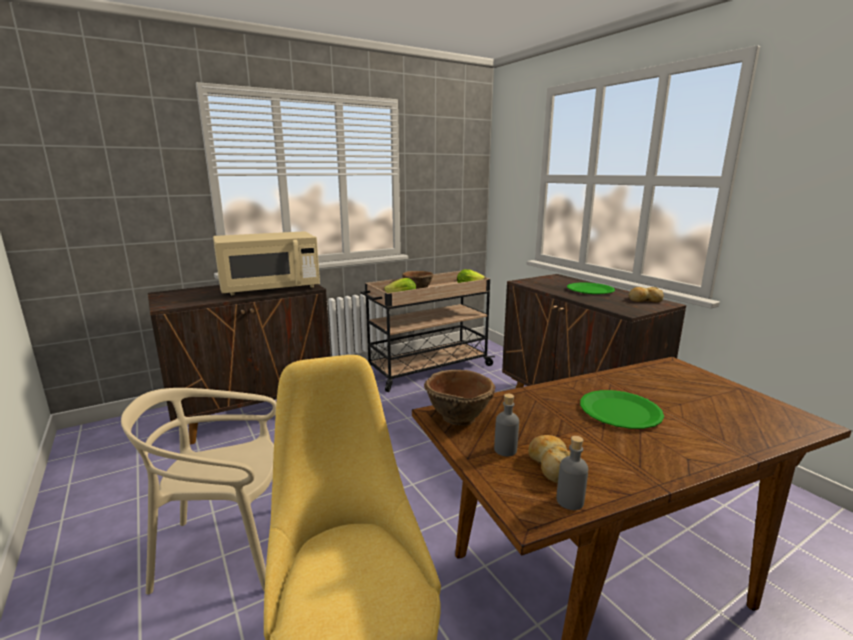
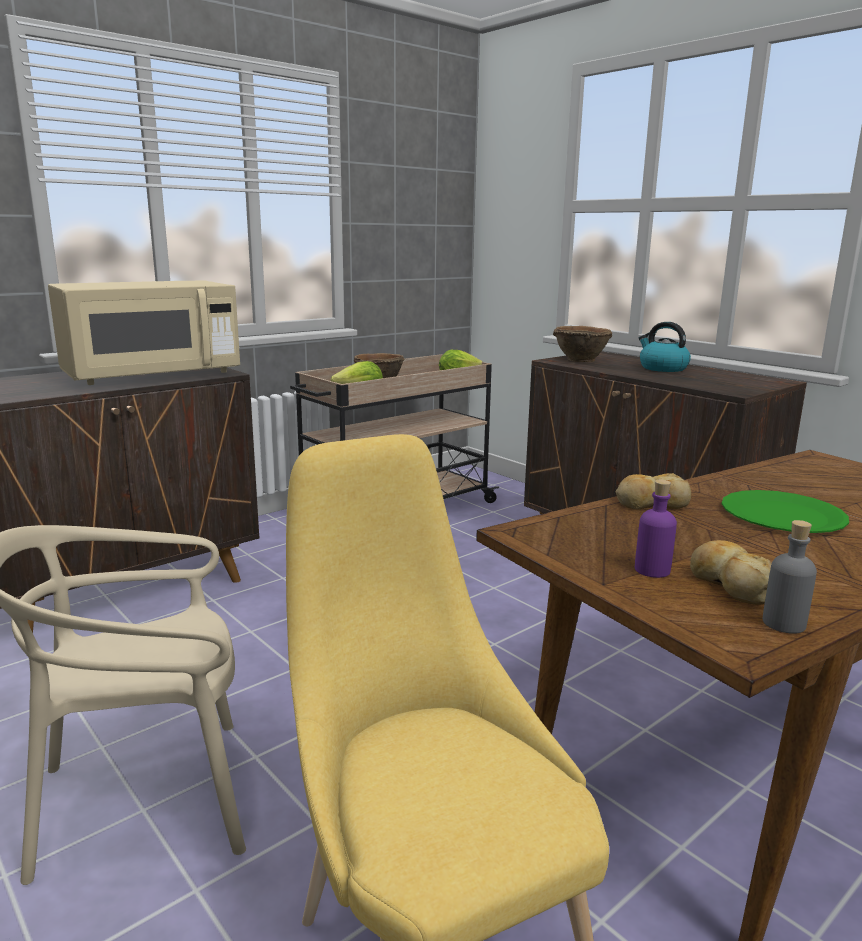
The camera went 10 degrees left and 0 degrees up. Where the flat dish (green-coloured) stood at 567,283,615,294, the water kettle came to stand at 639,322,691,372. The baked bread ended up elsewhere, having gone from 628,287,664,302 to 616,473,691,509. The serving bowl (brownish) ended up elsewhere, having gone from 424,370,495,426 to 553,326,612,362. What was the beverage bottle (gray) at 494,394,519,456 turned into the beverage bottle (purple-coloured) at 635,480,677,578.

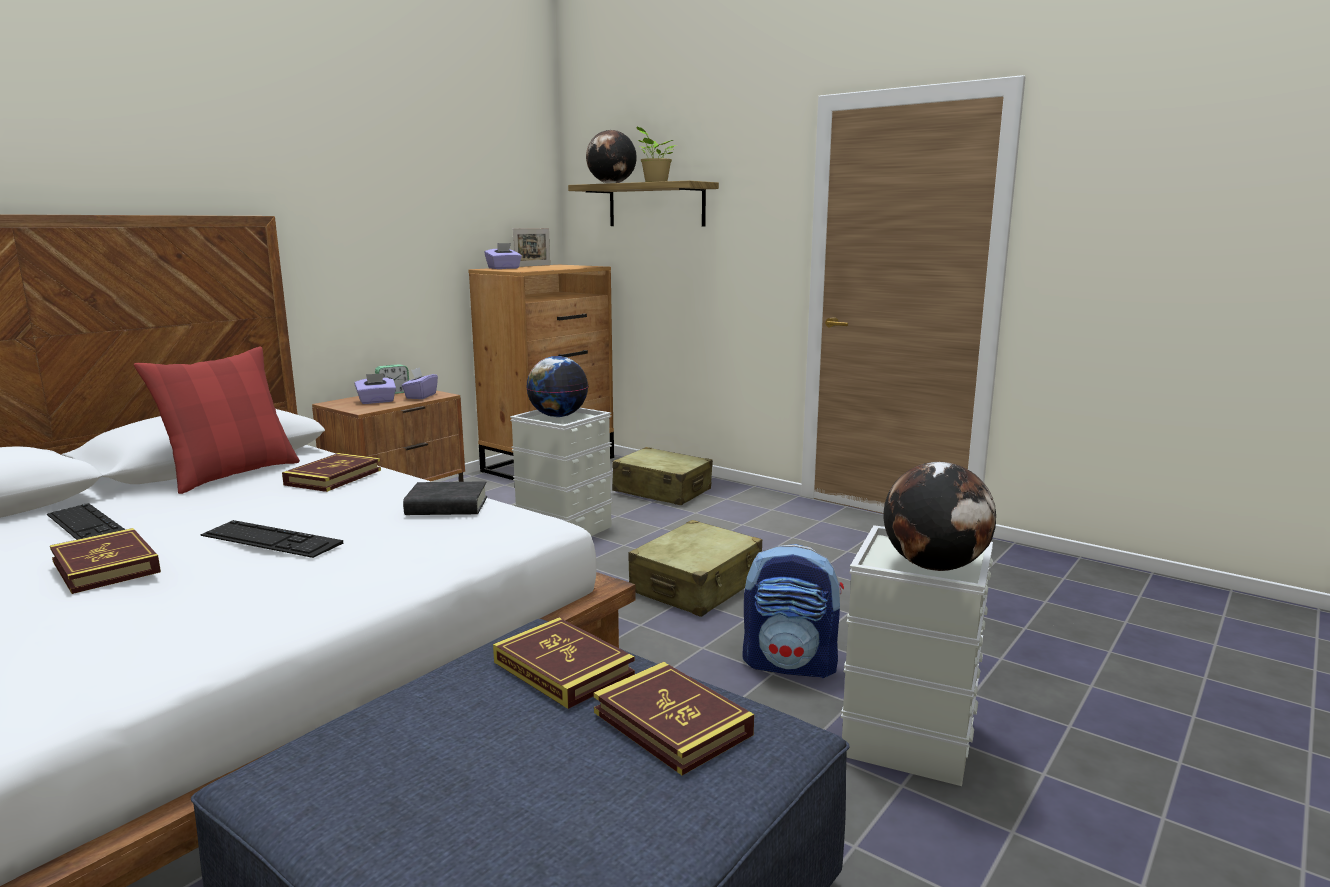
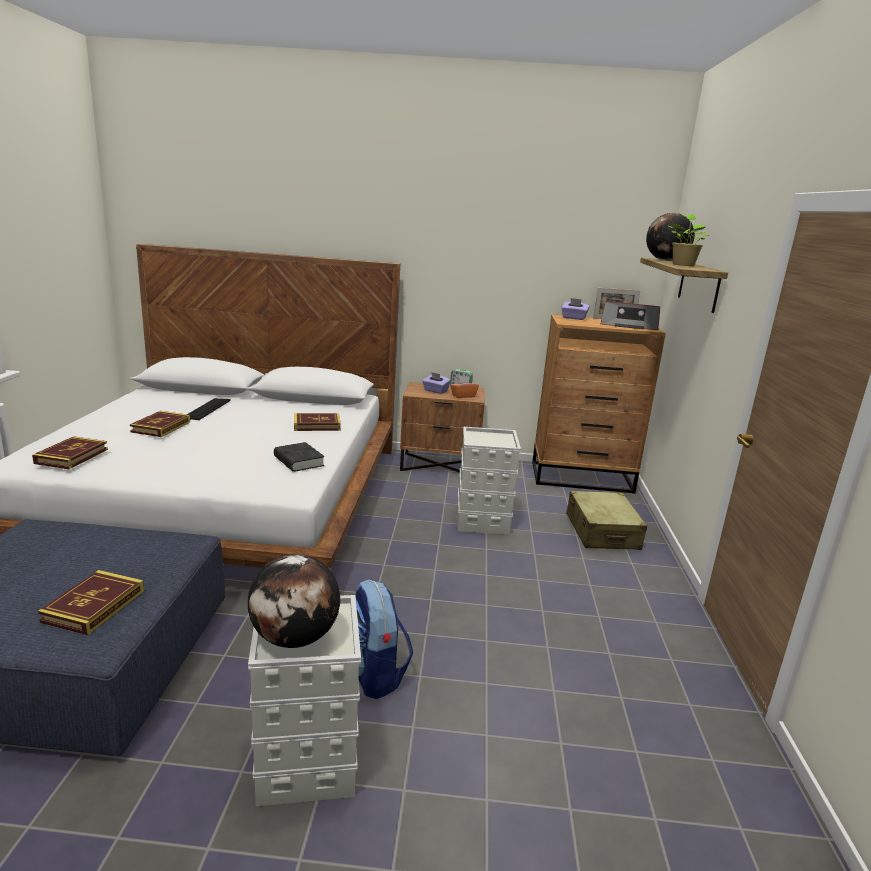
The camera went 55 degrees right and 5 degrees up. The second view lost the throw pillow (reddish) at 134,346,300,494. The second view lost the globe at 526,356,588,417. What was the tissue holder (purple-coloured) at 401,367,438,399 turned into the tissue holder (orangey) at 450,376,479,398. The second view lost the PC keyboard at 200,520,343,558. The second view lost the piece of luggage (sand-coloured) at 628,520,762,617. The volume ended up elsewhere, having gone from 493,618,635,709 to 32,436,108,469. The second view gained the radio receiver at 601,301,660,330.

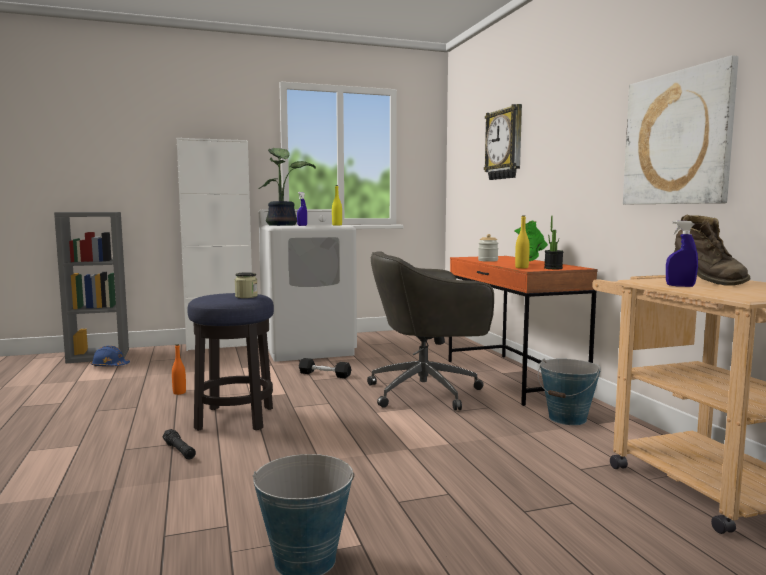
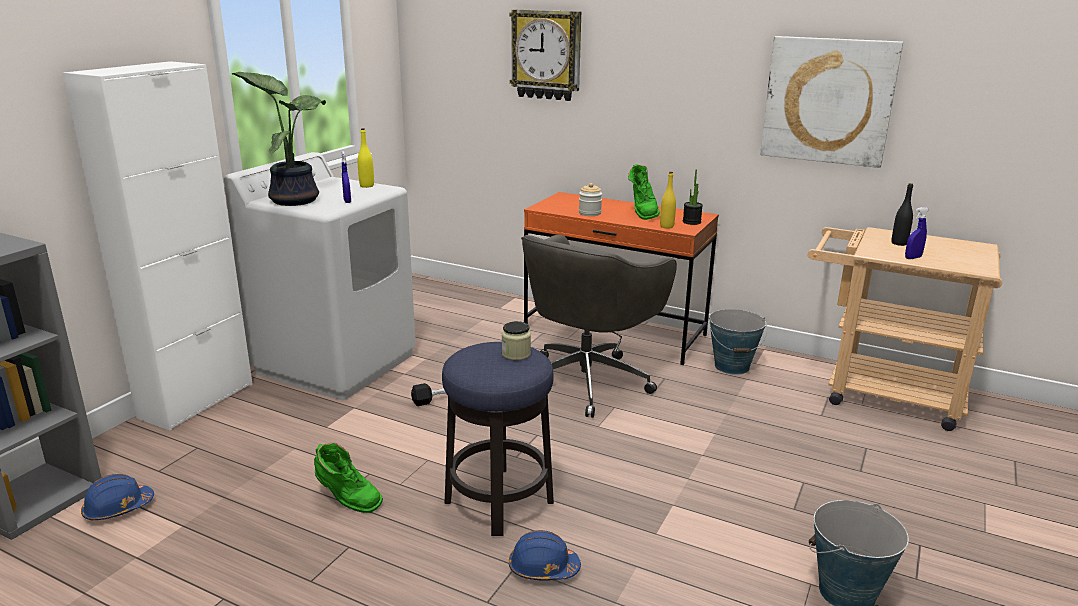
The camera went 45 degrees left and 15 degrees up. Where the high-top boot (brownish) stood at 673,214,750,285, the beverage bottle (black-coloured) came to stand at 891,183,913,246. Where the beverage bottle (orangey) stood at 172,344,186,395, the high-top boot (green-coloured) came to stand at 314,443,383,513. Where the hand torch (black-coloured) stood at 162,429,196,459, the safety helmet (blue) came to stand at 509,530,581,581.

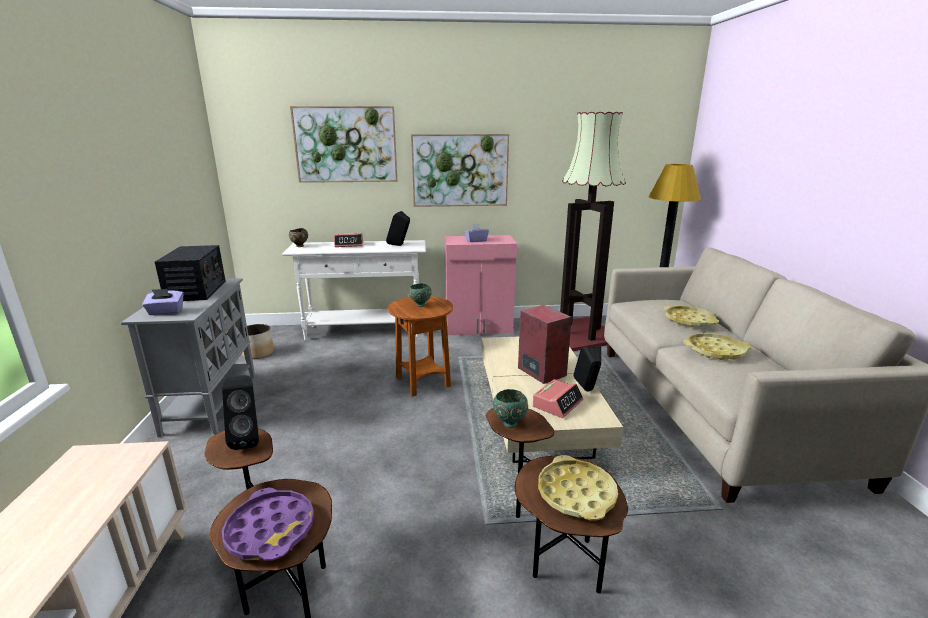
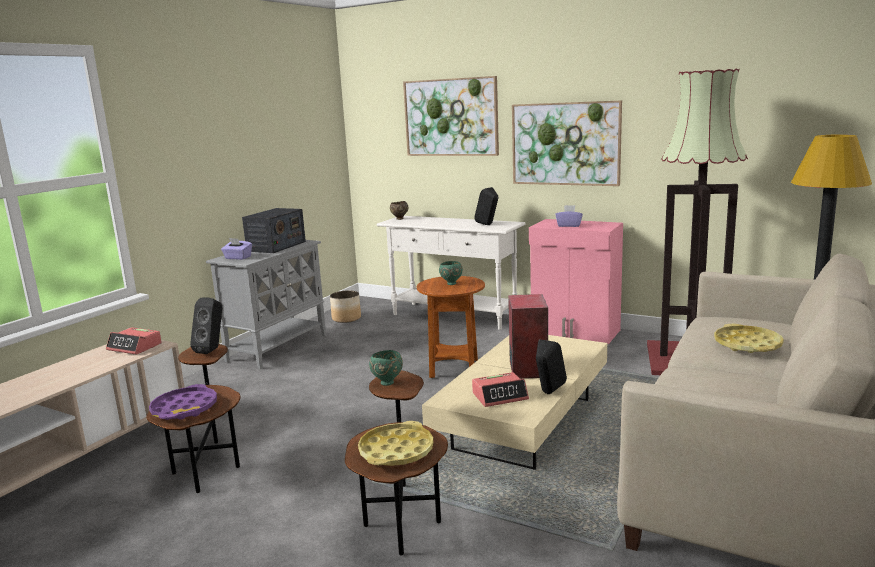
The camera went 35 degrees right and 5 degrees down. The alarm clock ended up elsewhere, having gone from 334,233,363,247 to 106,327,162,355. The second view lost the tray (yellowish) at 683,333,752,360.

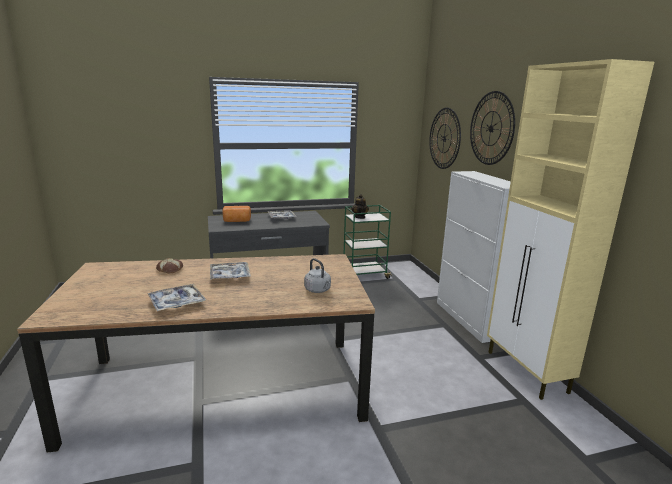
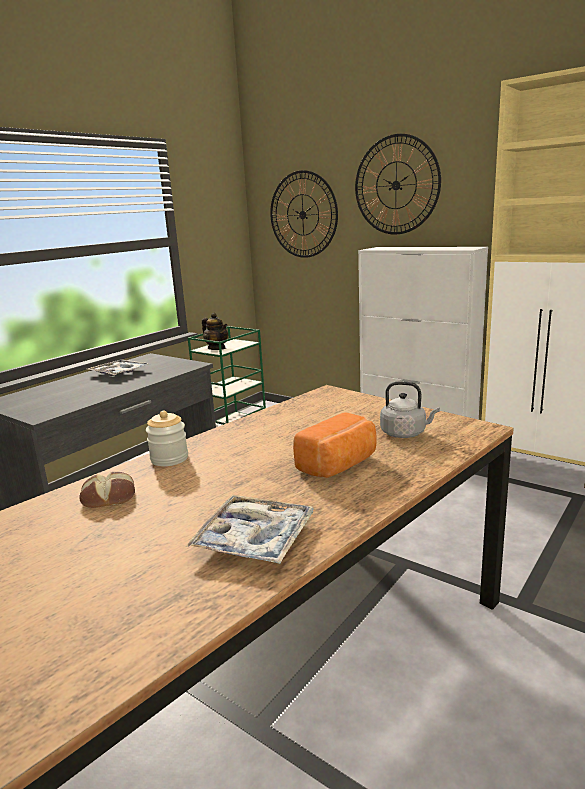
The camera went 35 degrees left and 0 degrees up. The baked bread ended up elsewhere, having gone from 223,206,251,222 to 293,412,377,478. The second view lost the tray at 210,262,251,280. The second view gained the storage jar at 146,411,188,466.

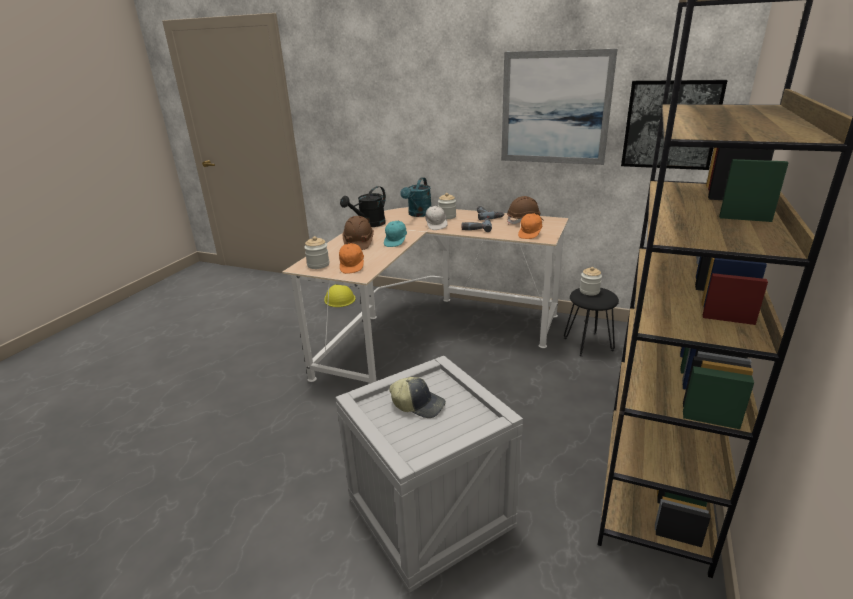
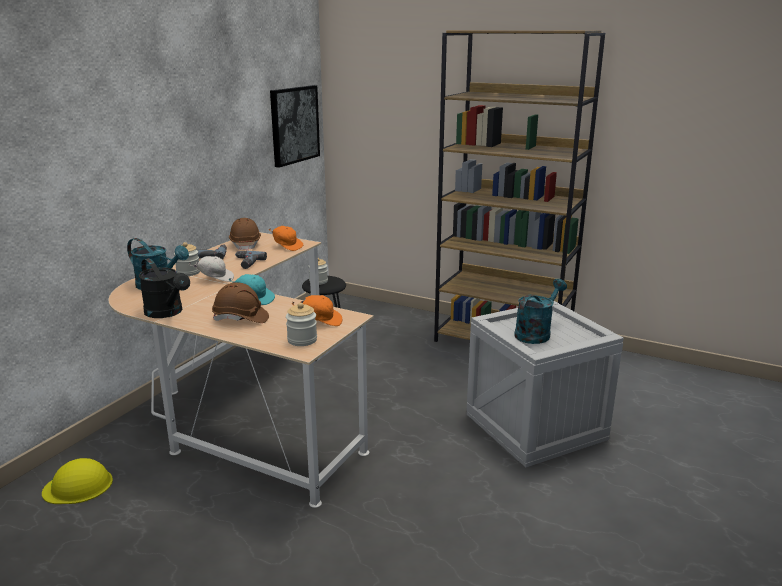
The camera went 85 degrees left and 5 degrees down. The second view lost the picture at 501,49,617,165. Where the baseball cap stood at 389,377,446,418, the sprinkling can (blue-green) came to stand at 514,279,567,344.

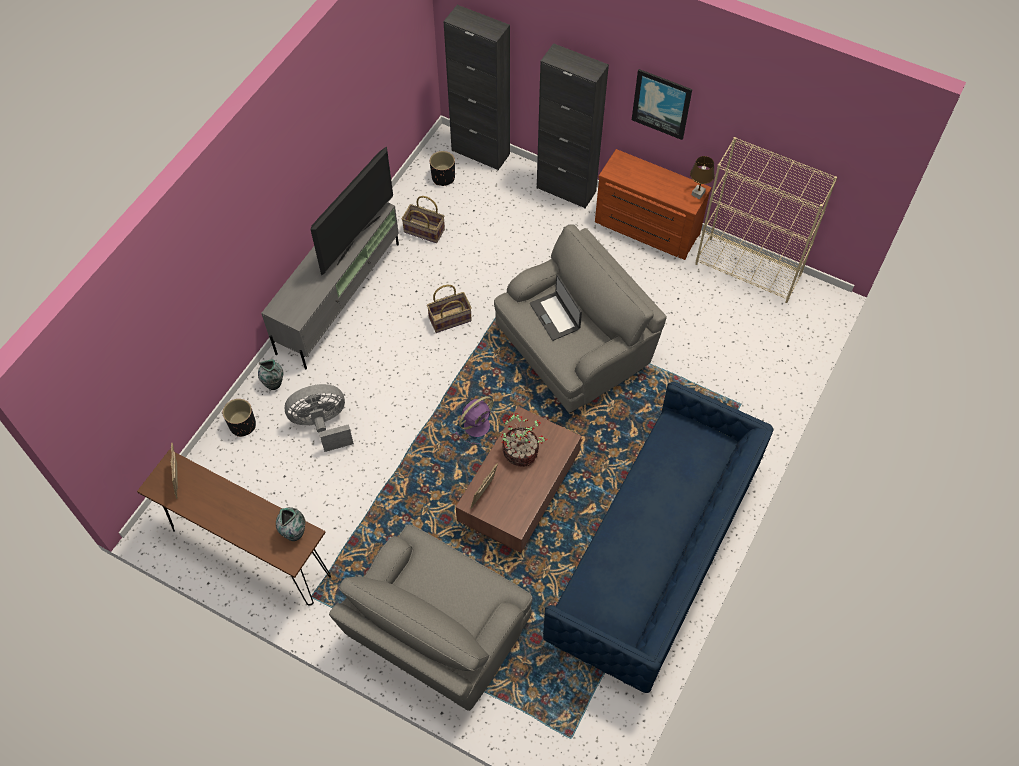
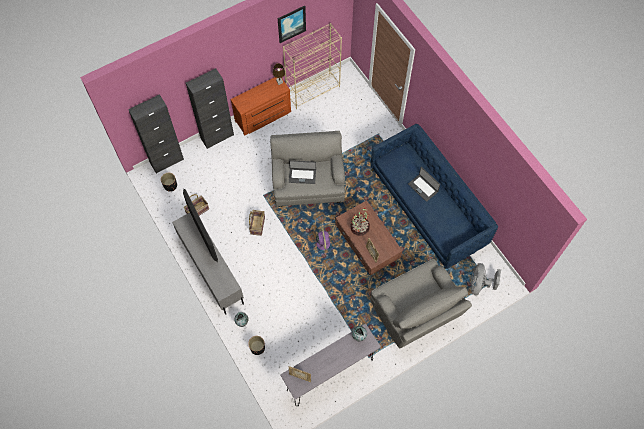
The camera went 60 degrees left and 5 degrees up. The picture ended up elsewhere, having gone from 632,69,692,140 to 278,6,306,43. The cooling fan (gray) ended up elsewhere, having gone from 285,384,354,452 to 470,263,501,295. What was the console table (brownish) at 137,449,331,606 turned into the console table (gray) at 280,324,381,406. The second view gained the laptop at 408,167,440,202.

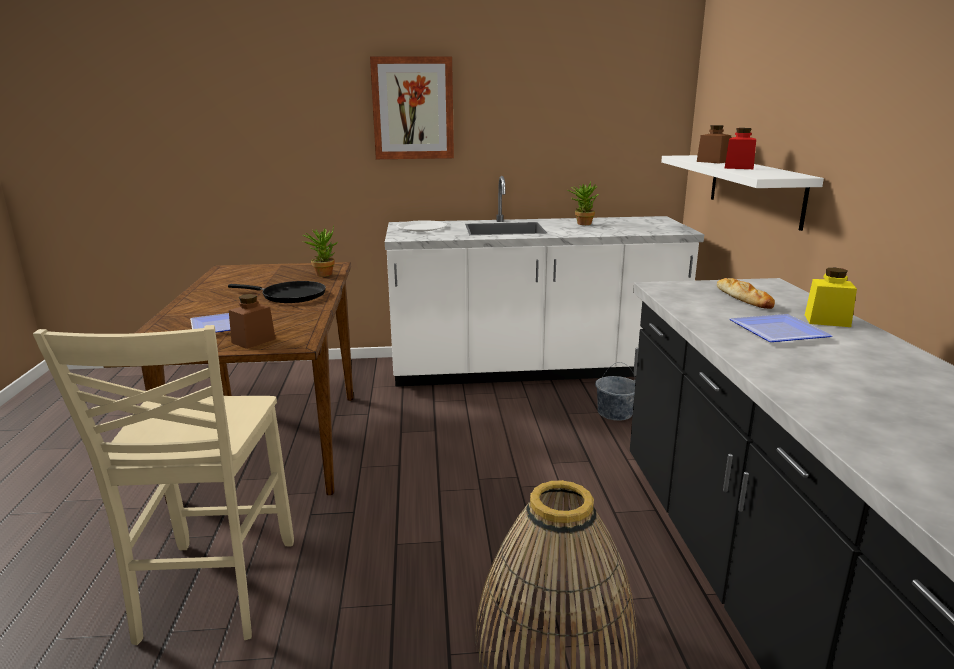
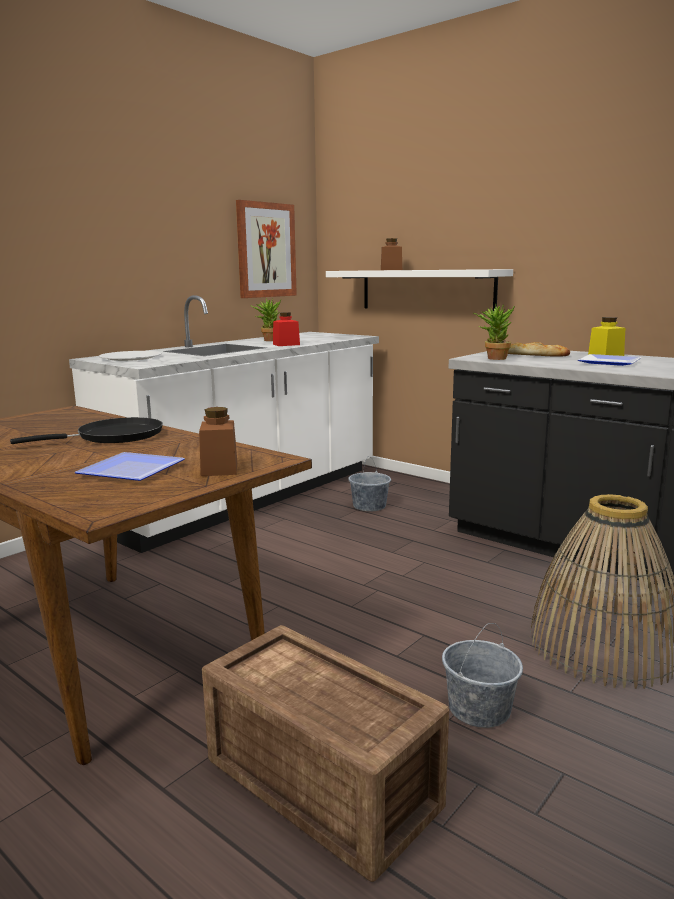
The camera went 45 degrees left and 5 degrees down. The picture ended up elsewhere, having gone from 370,56,454,159 to 236,200,297,298. The storage jar (reddish) ended up elsewhere, having gone from 724,128,756,169 to 273,312,300,346. The potted plant ended up elsewhere, having gone from 303,226,338,277 to 474,303,515,360. Where the upright chair (sand-coloured) stood at 33,325,294,645, the shipping crate came to stand at 202,625,449,882. The second view gained the pail (gray) at 442,623,523,728.

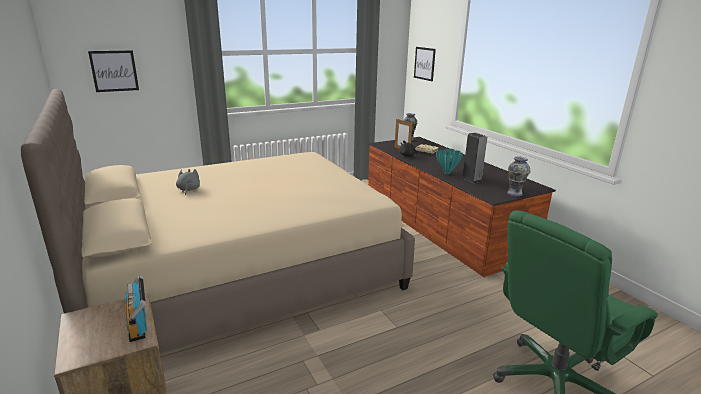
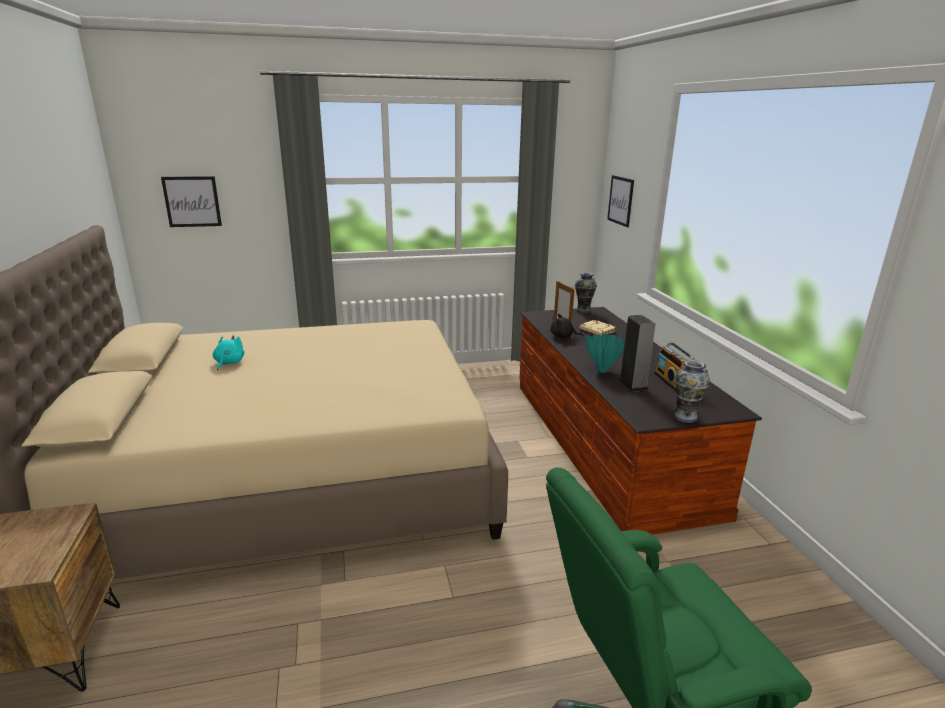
The camera went 15 degrees right and 0 degrees up. What was the cuddly toy (gray) at 176,169,200,195 turned into the cuddly toy (blue-green) at 213,335,245,370. The radio receiver ended up elsewhere, having gone from 125,275,147,342 to 654,341,695,390.

